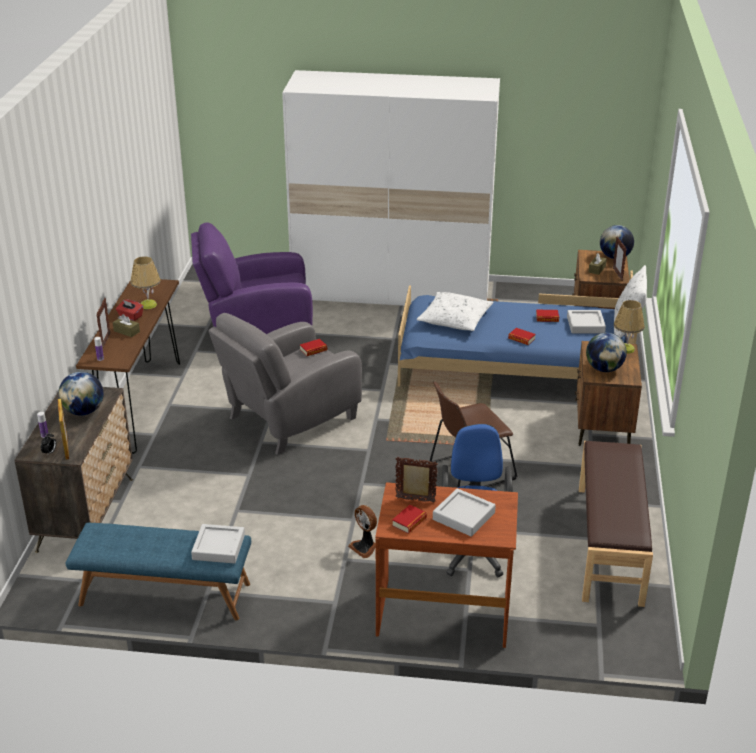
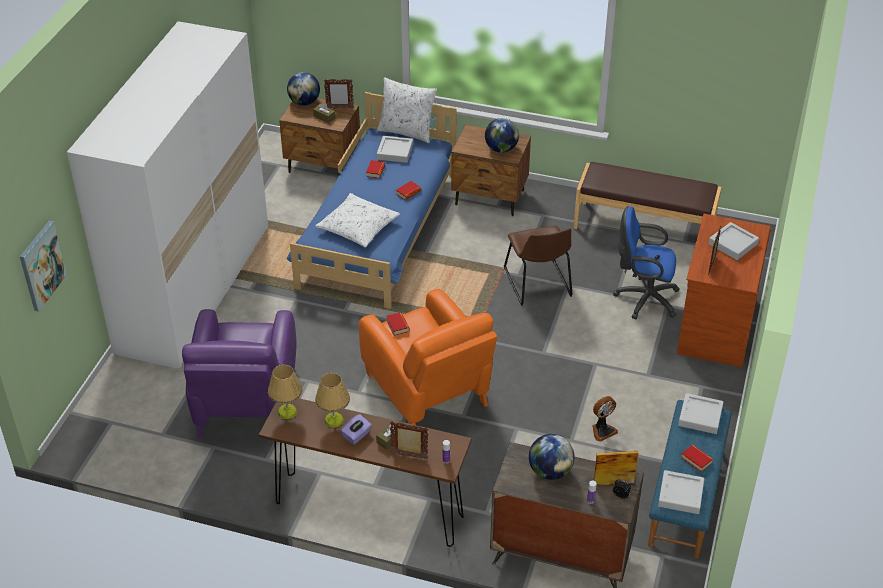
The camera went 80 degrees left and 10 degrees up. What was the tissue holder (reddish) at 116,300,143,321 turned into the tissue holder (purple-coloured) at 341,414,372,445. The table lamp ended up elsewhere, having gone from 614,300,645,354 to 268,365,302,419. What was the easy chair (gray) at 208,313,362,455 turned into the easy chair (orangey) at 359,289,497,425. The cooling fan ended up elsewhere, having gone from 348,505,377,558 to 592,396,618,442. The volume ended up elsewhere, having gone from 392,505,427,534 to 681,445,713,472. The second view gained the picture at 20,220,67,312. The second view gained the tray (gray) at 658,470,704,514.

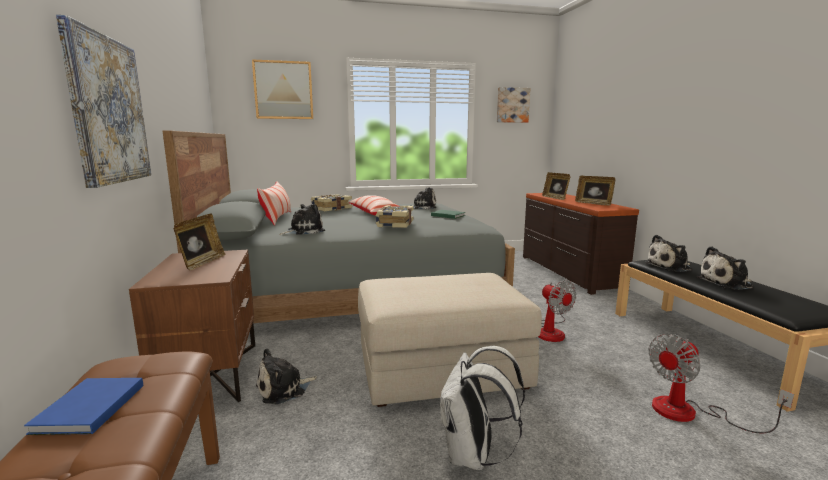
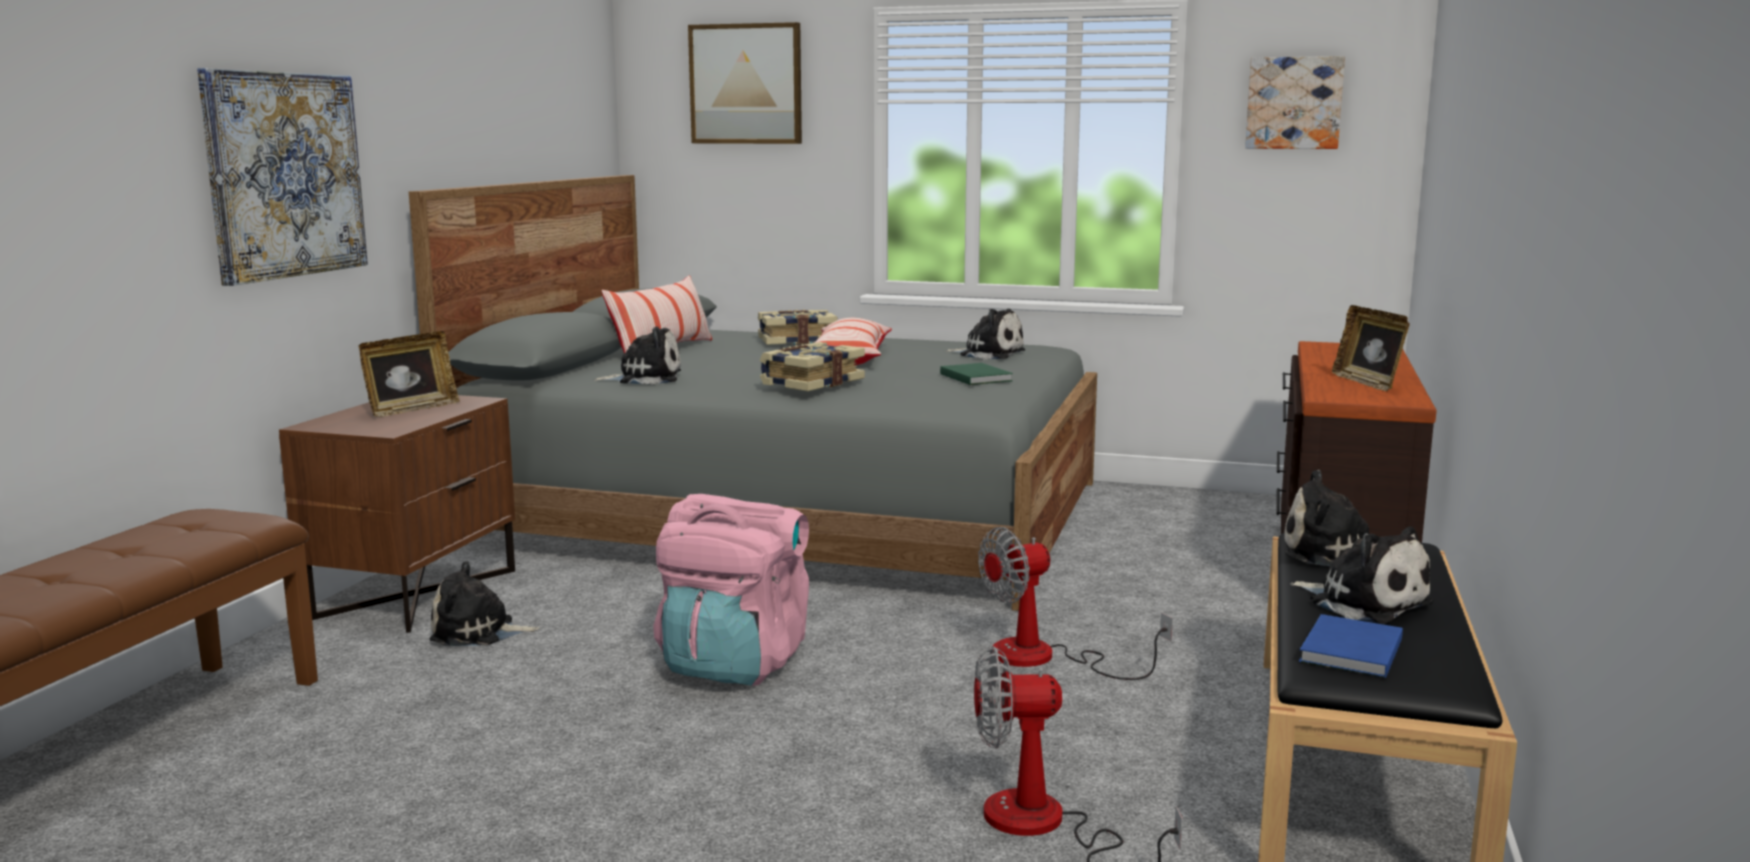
The camera went 30 degrees right and 0 degrees up. The second view lost the standing frame at 542,172,570,200. The cuddly toy at 696,246,754,290 ended up facing another way, 150 degrees counterclockwise from before. Where the pouffe (sand-coloured) stood at 358,273,542,407, the rucksack (pink-coloured) came to stand at 653,494,809,686. The cooling fan at 538,280,577,342 ended up facing another way, 60 degrees clockwise from before. The second view lost the rucksack (whitish) at 440,346,525,470. The volume (blue) ended up elsewhere, having gone from 24,378,143,435 to 1299,614,1403,678.

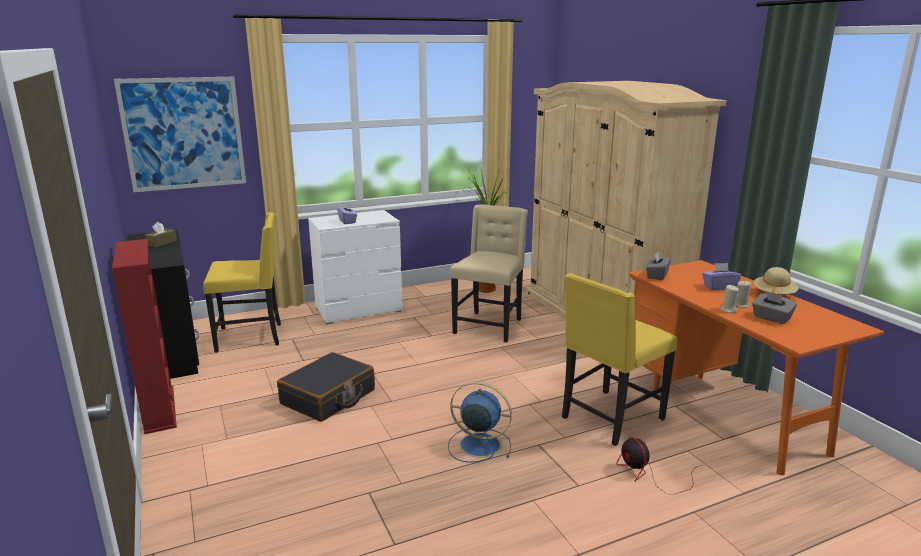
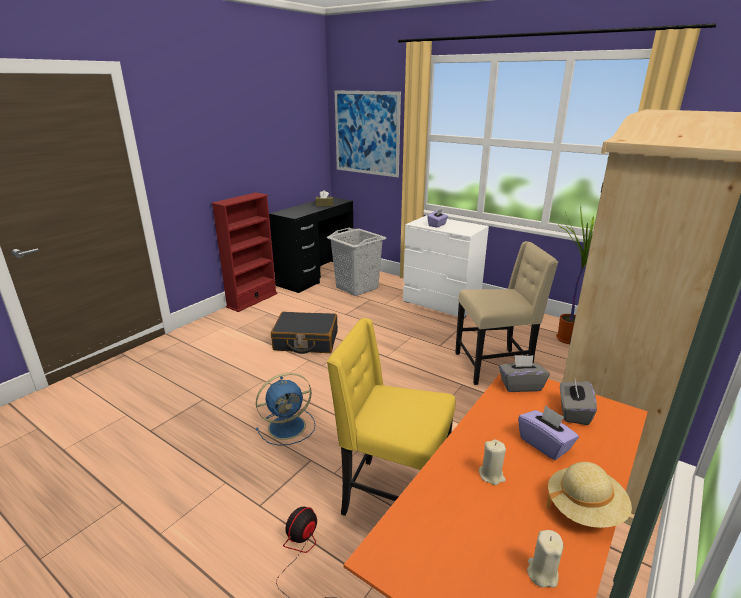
The camera went 60 degrees right and 5 degrees up. Where the upright chair (yellowish) stood at 203,212,281,353, the hamper (gray) came to stand at 327,228,386,296. The wax light (sand-coloured) ended up elsewhere, having gone from 720,285,739,313 to 527,530,563,588. The tissue holder (gray) ended up elsewhere, having gone from 752,292,797,324 to 560,380,597,425. The cooling fan (blue) at 448,382,512,463 ended up facing another way, 75 degrees clockwise from before.

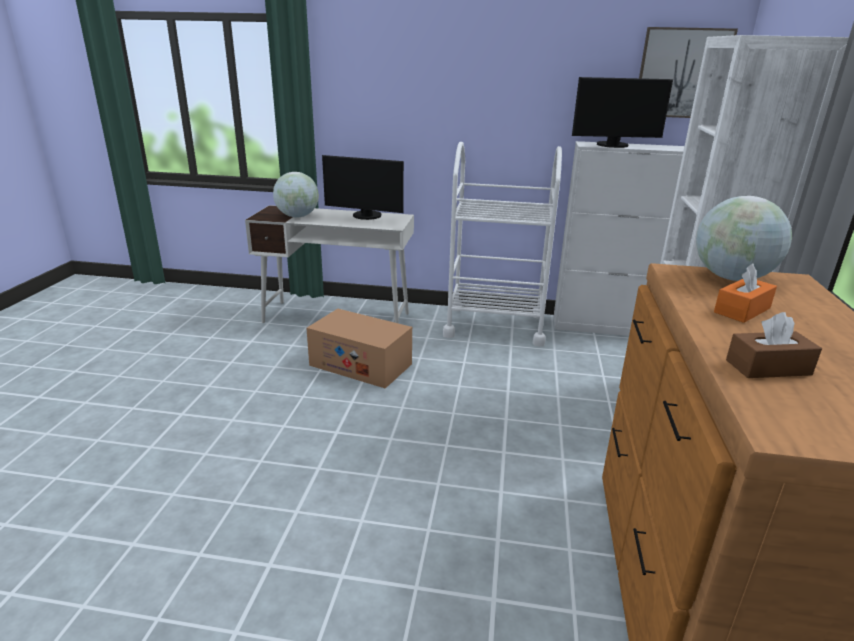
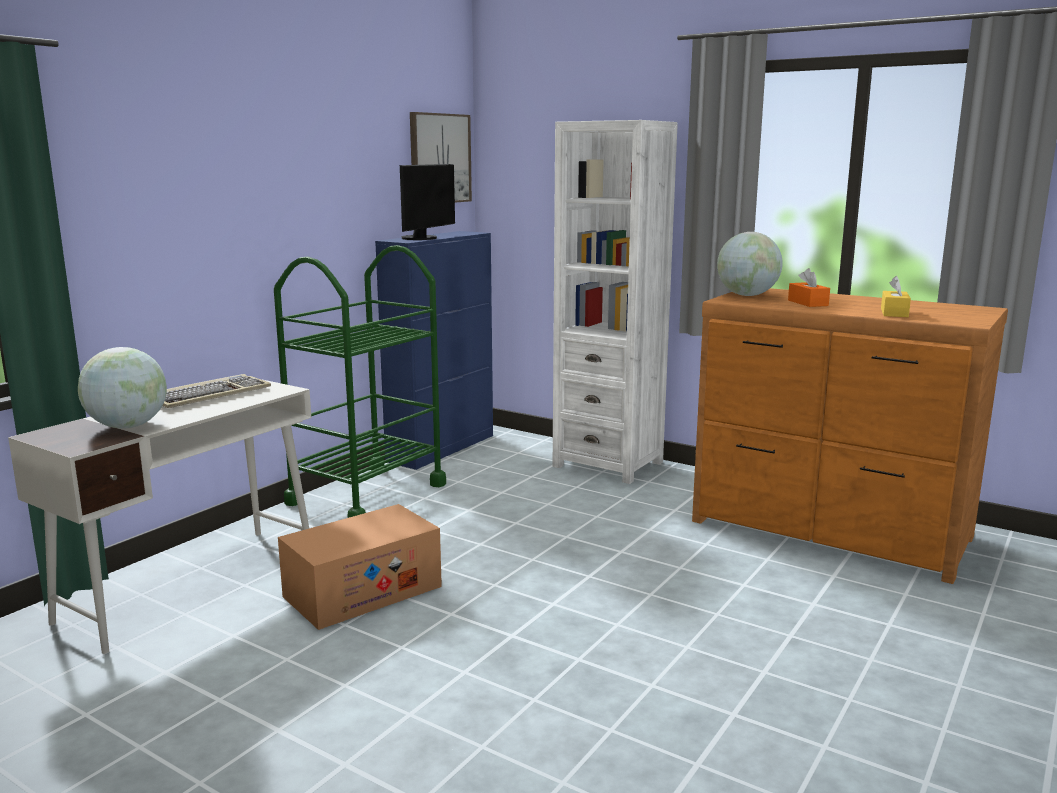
The camera went 65 degrees left and 10 degrees down. What was the cabinet (whitish) at 554,141,684,336 turned into the cabinet (blue) at 375,231,493,470. What was the wheeled cart (whitish) at 443,142,562,347 turned into the wheeled cart (green-coloured) at 274,245,446,518. Where the monitor stood at 322,155,404,220, the PC keyboard came to stand at 163,374,271,408. What was the tissue holder (brownish) at 726,312,822,378 turned into the tissue holder (yellowish) at 881,276,911,317.

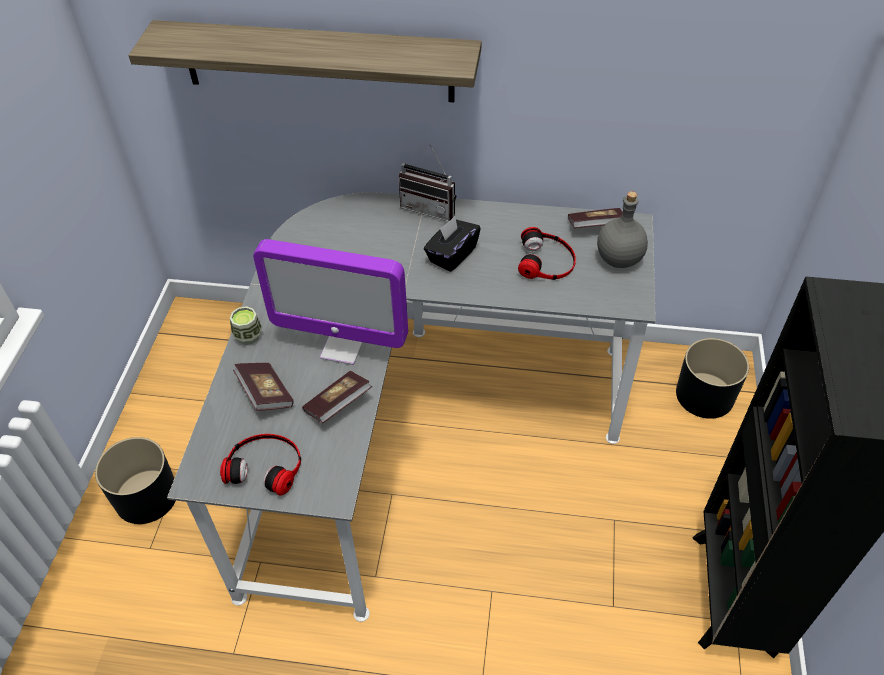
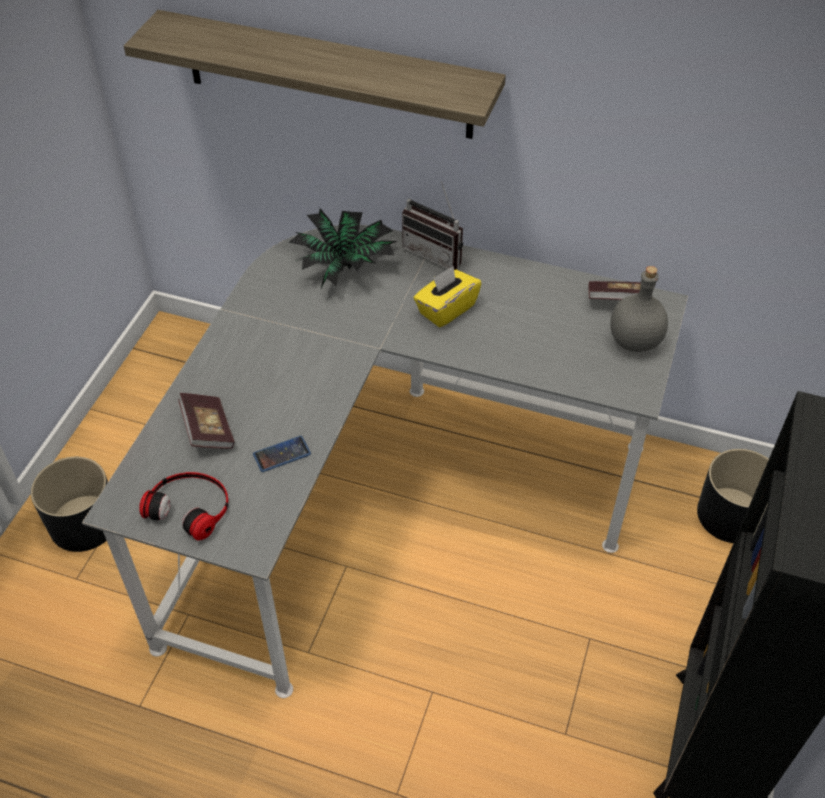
The camera went 10 degrees right and 0 degrees up. What was the tissue holder (black-coloured) at 424,216,481,272 turned into the tissue holder (yellowish) at 413,266,481,328. The second view lost the headphones at 518,227,576,280. The second view lost the monitor at 253,239,408,365. The second view lost the small cup at 230,306,262,345. Where the volume stood at 302,371,372,423, the handset came to stand at 253,436,311,472. The second view gained the potted plant at 288,208,397,288.

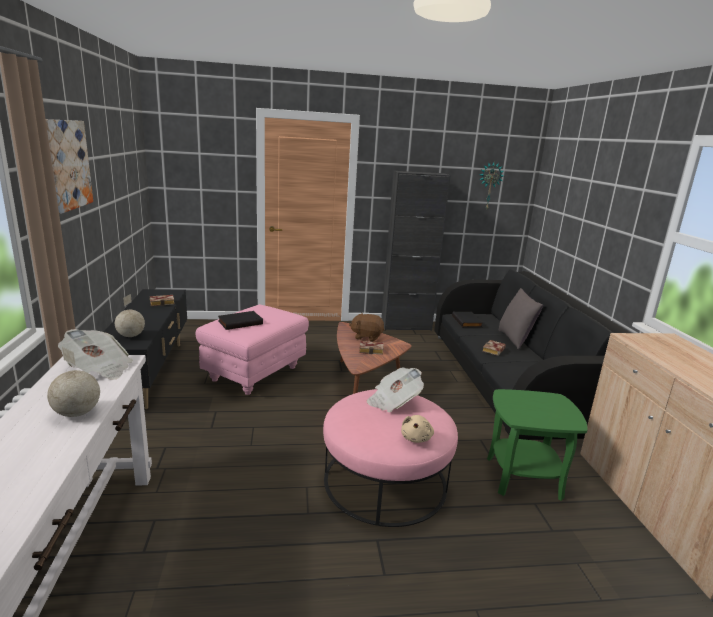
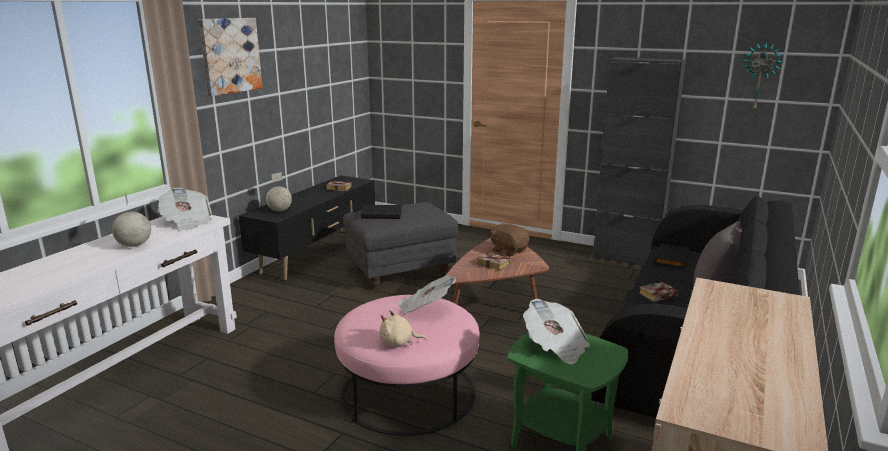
The camera went 35 degrees right and 0 degrees up. What was the pouffe (pink-coloured) at 196,304,309,395 turned into the pouffe (gray) at 343,202,459,288. The cuddly toy (sand-coloured) at 401,415,434,443 ended up facing another way, 45 degrees clockwise from before. The second view gained the newspaper at 523,299,590,365.

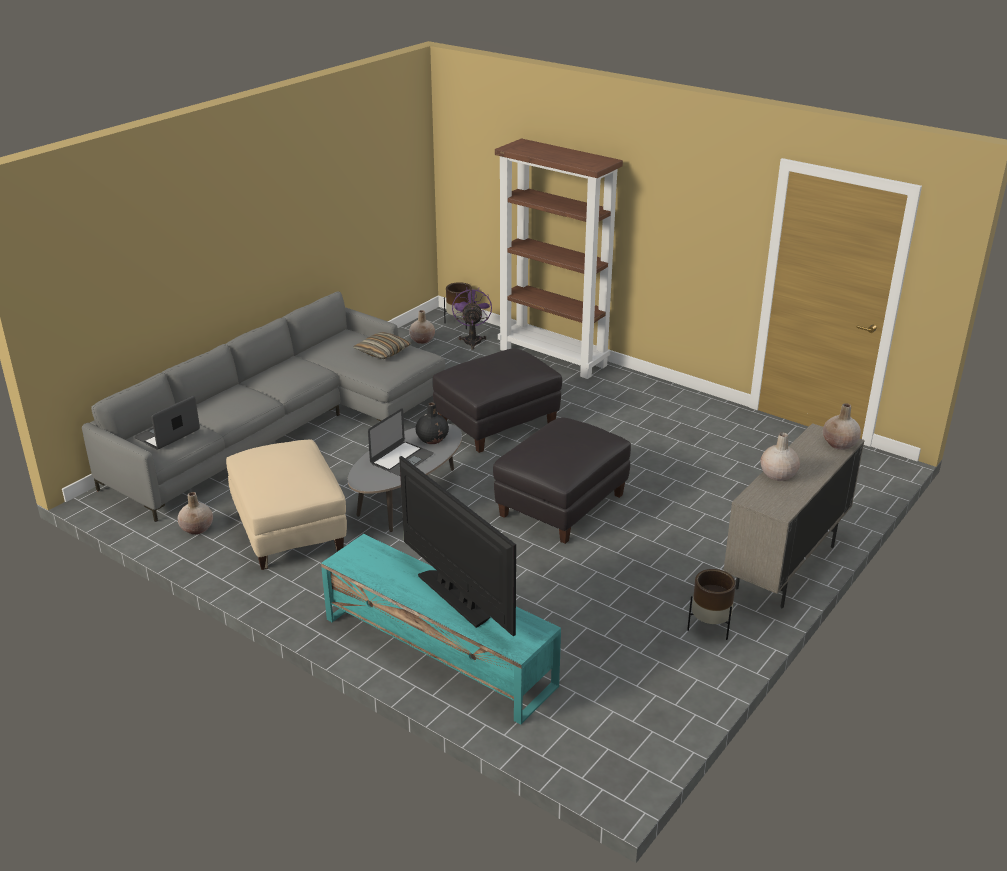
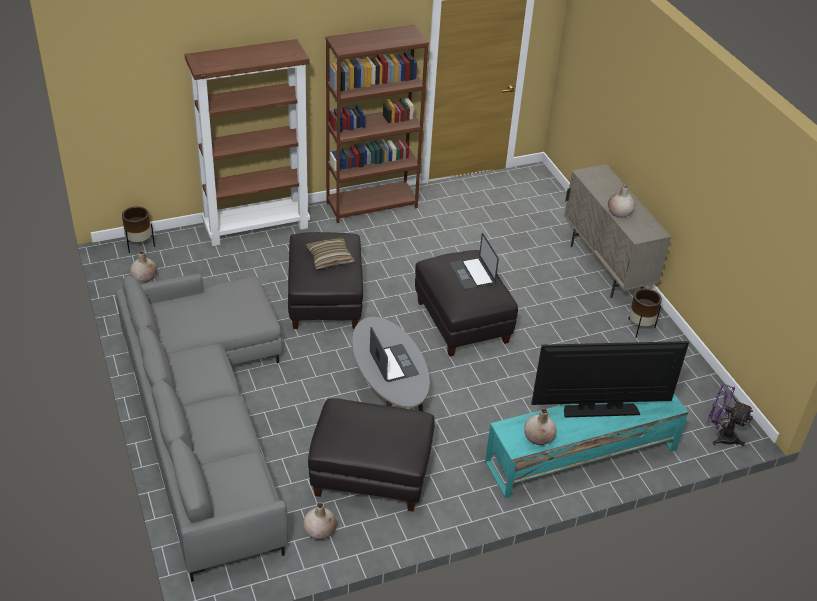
The camera went 60 degrees left and 10 degrees up. The cooling fan (purple-coloured) ended up elsewhere, having gone from 452,288,492,350 to 707,384,753,446. The throw pillow ended up elsewhere, having gone from 353,332,411,359 to 306,238,355,269. The laptop ended up elsewhere, having gone from 135,396,200,450 to 450,233,499,289. The second view lost the flower vase (black-coloured) at 415,402,449,444. The flower vase (sand-coloured) ended up elsewhere, having gone from 823,403,861,450 to 524,409,557,445. What was the pouffe (sand-coloured) at 226,440,347,570 turned into the pouffe (black-coloured) at 308,398,435,512. The second view gained the bookshelf (brownish) at 325,25,429,223.

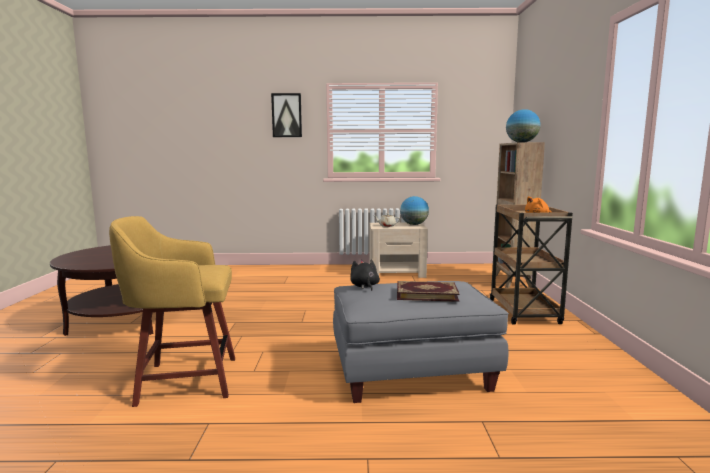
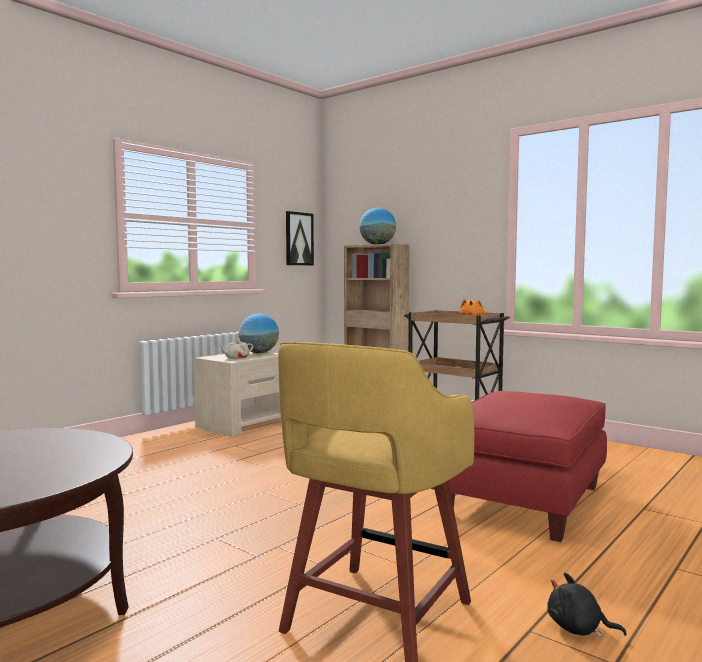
The camera went 50 degrees left and 5 degrees down. The picture ended up elsewhere, having gone from 271,93,302,137 to 286,211,314,265. The cuddly toy (black-coloured) ended up elsewhere, having gone from 350,259,380,291 to 547,573,627,637. What was the pouffe (gray) at 333,281,509,403 turned into the pouffe (reddish) at 431,391,607,542. The second view lost the volume at 397,281,460,302.

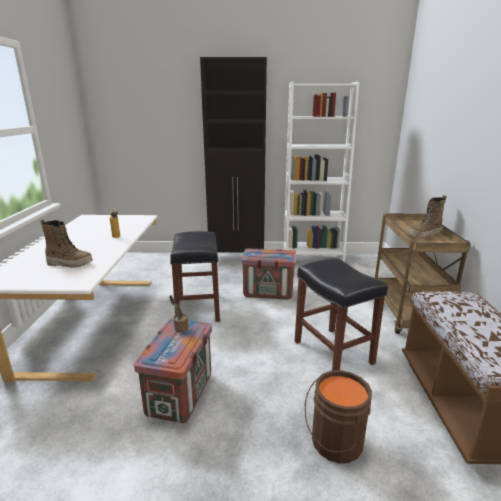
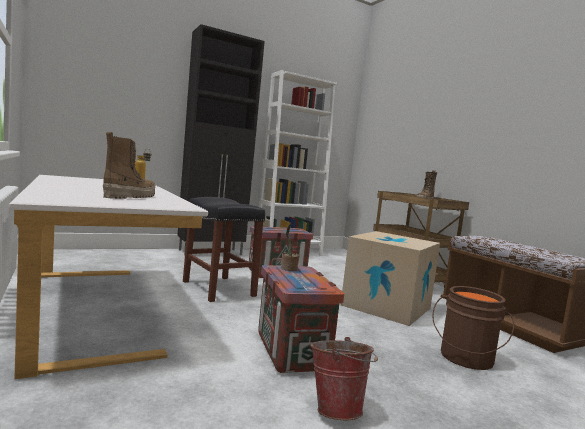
The camera went 30 degrees left and 15 degrees down. The high-top boot at 40,219,93,268 ended up facing another way, 45 degrees counterclockwise from before. Where the stool (black-coloured) stood at 295,258,388,371, the cardboard box came to stand at 341,231,440,326. The second view gained the pail at 310,337,378,420.

